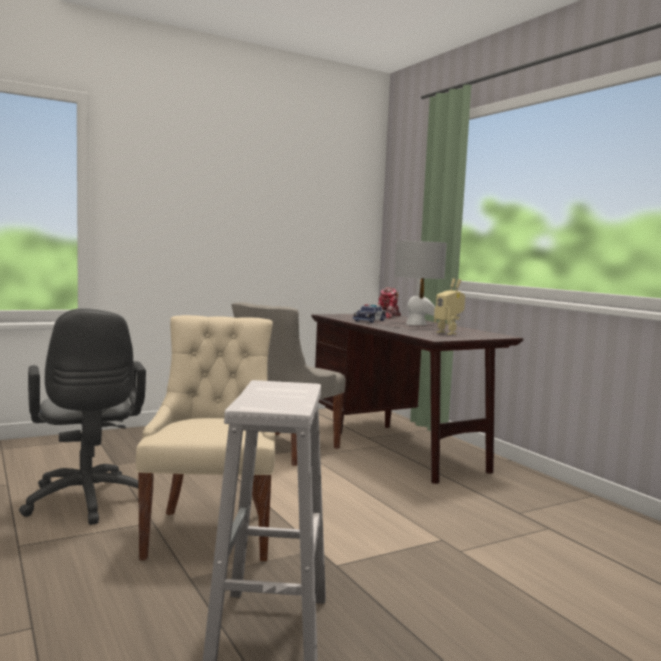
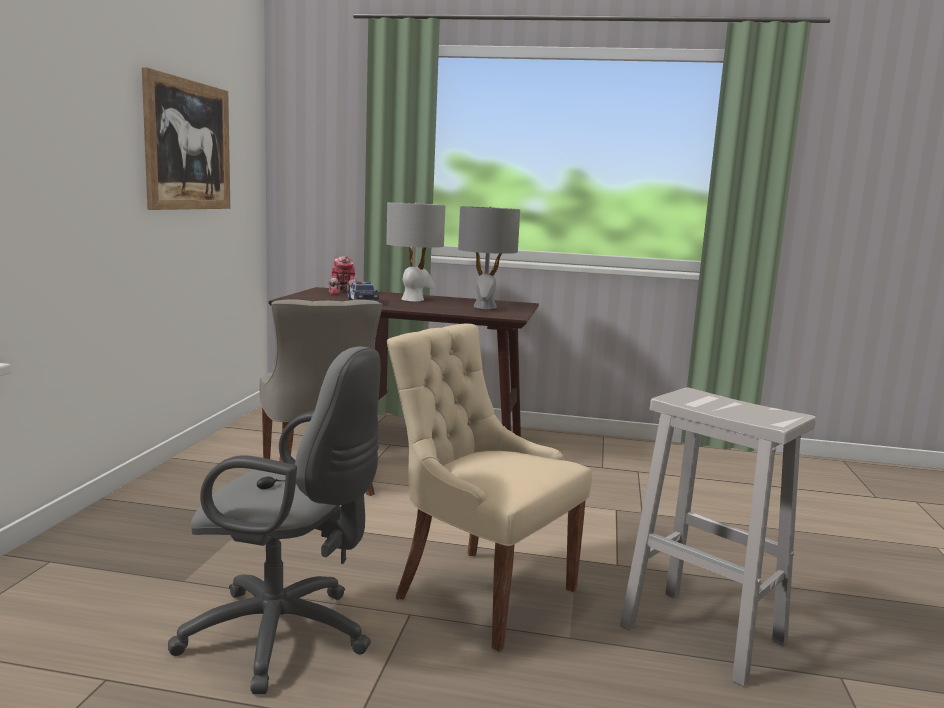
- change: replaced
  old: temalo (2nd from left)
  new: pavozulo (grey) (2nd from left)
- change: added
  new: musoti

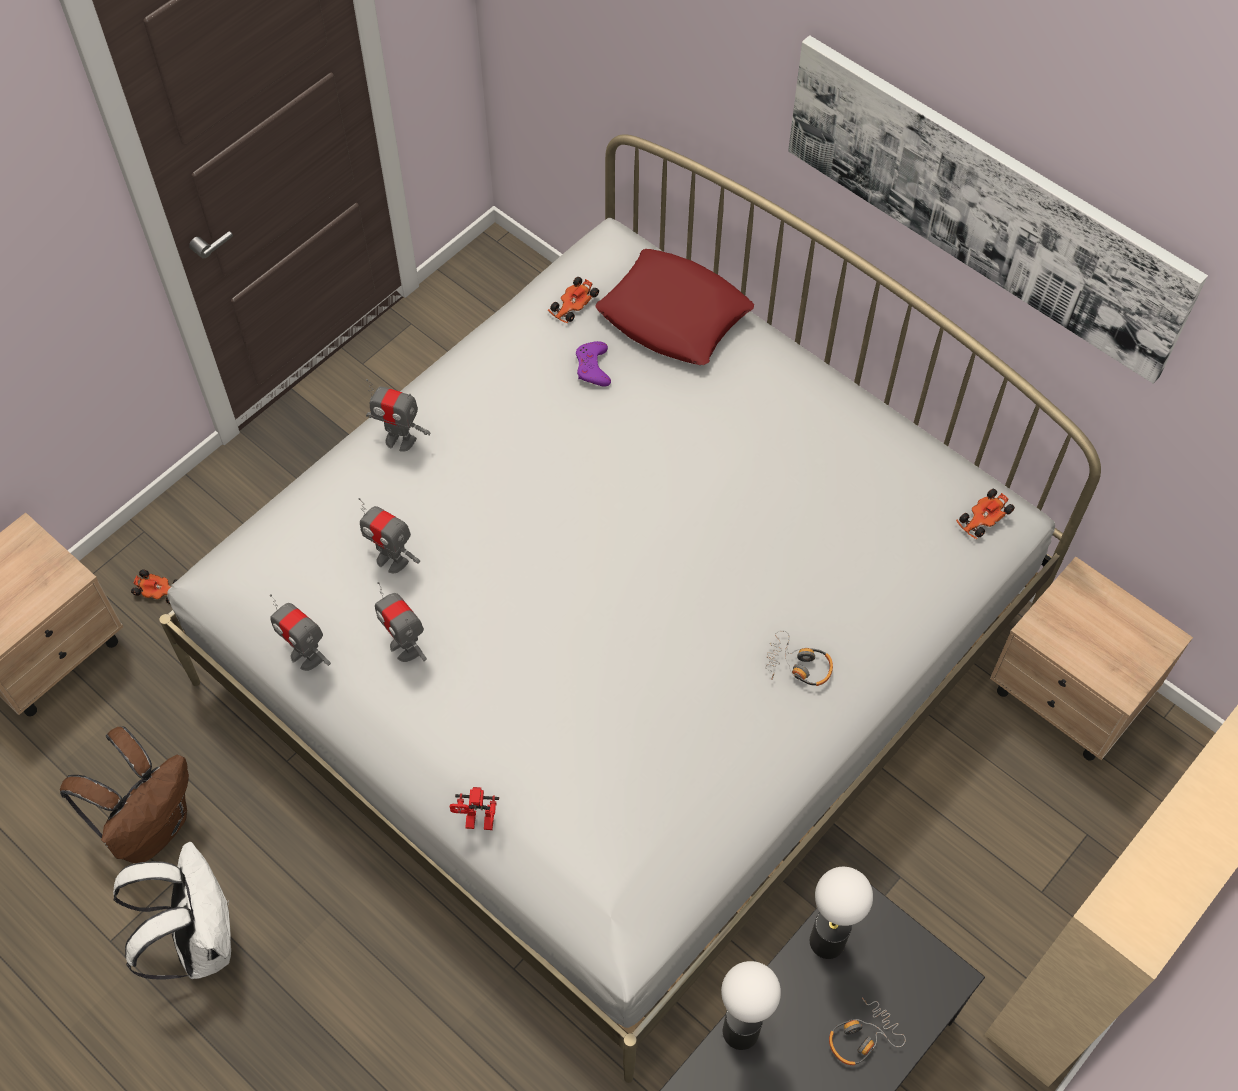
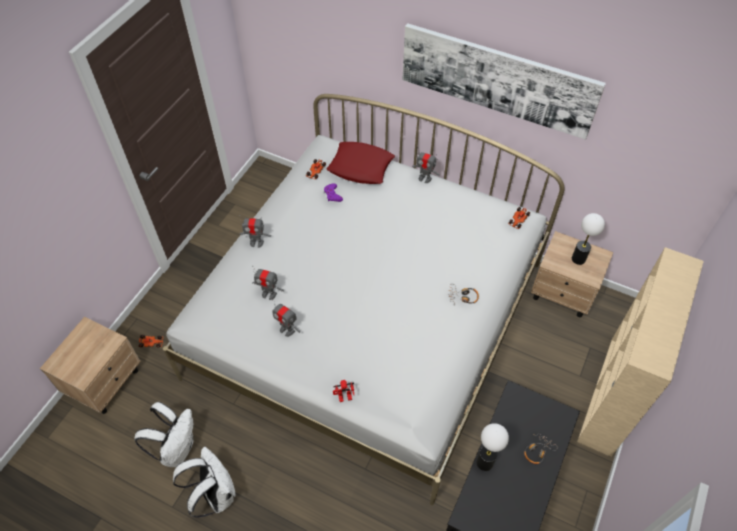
- change: recoloured
  old: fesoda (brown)
  new: fesoda (white) (1st from left)
- change: moved
  old: temalo (1st from left in the first image)
  new: temalo (5th from left)
- change: moved
  old: pavozulo (2nd from left)

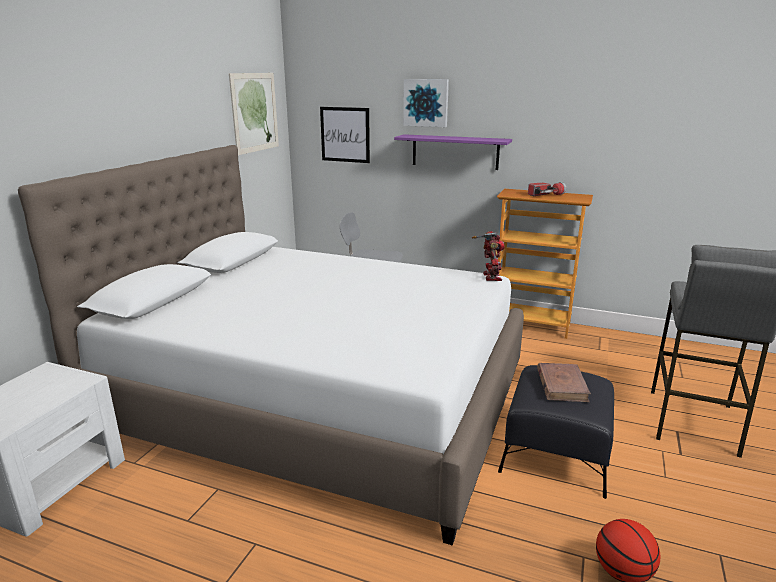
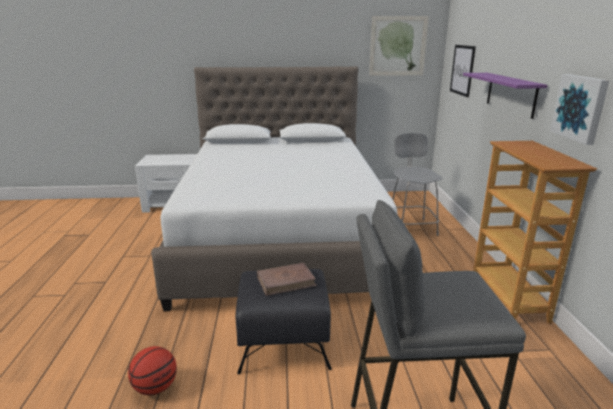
- change: moved
  old: musoti (3rd from left)
- change: removed
  old: temalo
- change: removed
  old: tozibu

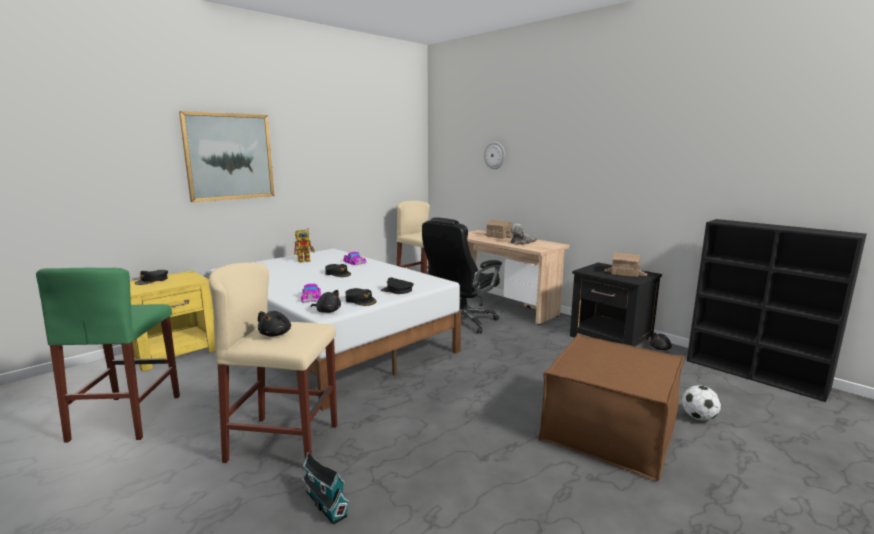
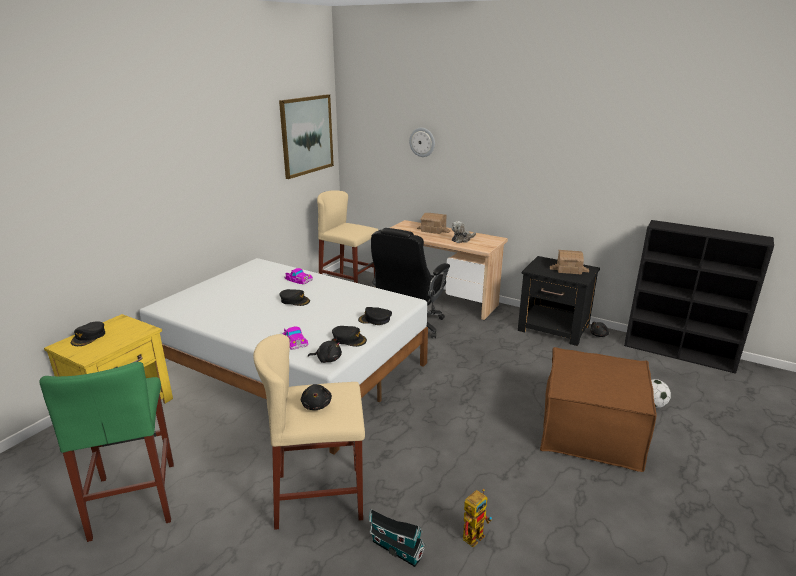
- change: moved
  old: musoti
- change: moved
  old: temalo

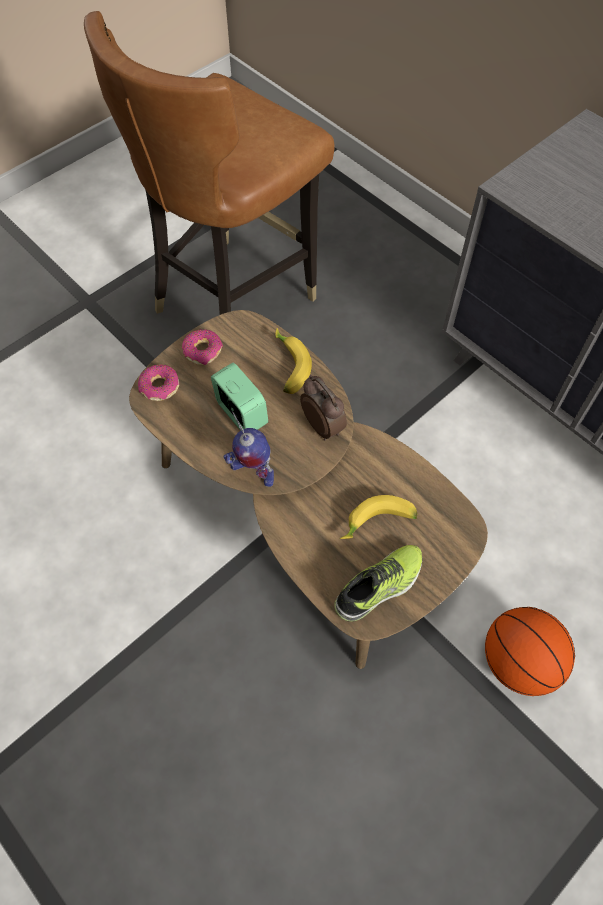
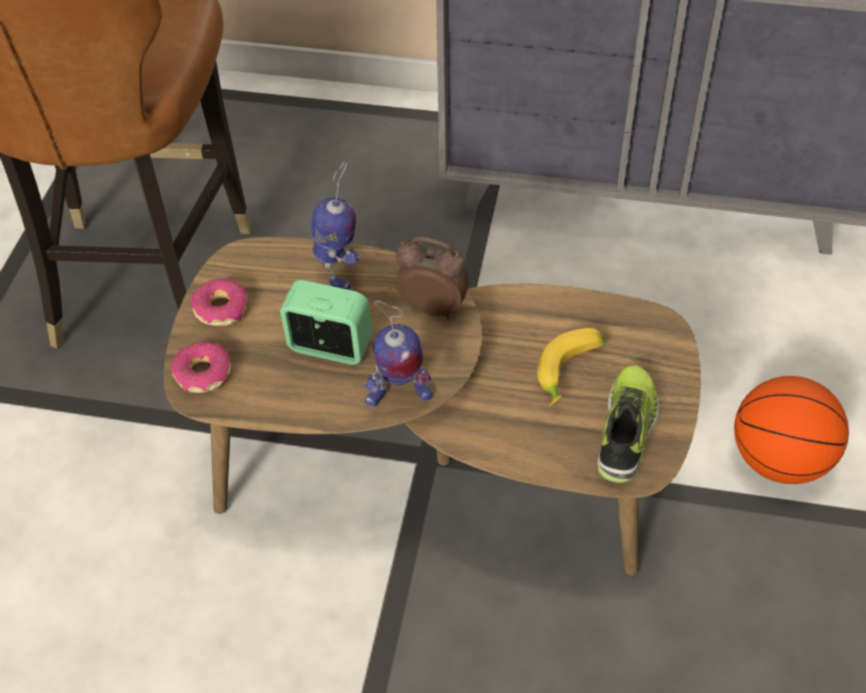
- change: replaced
  old: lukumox (1st from left)
  new: temalo (1st from left)

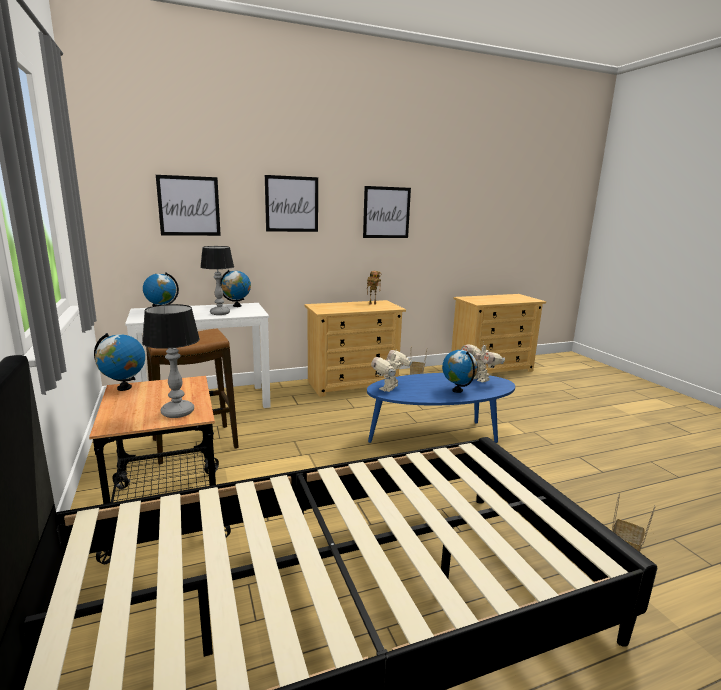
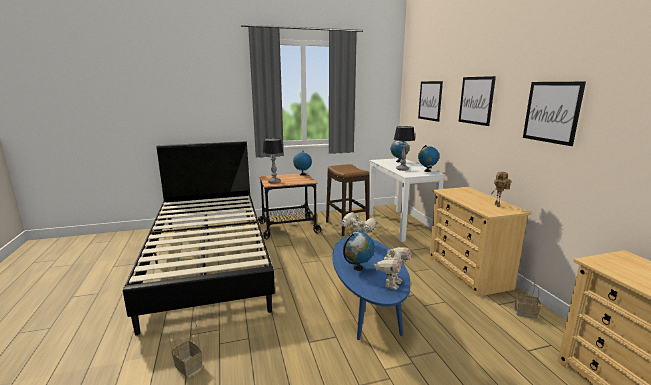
- change: turned
  old: temalo (3rd from left in the first image)
  degrees: 150

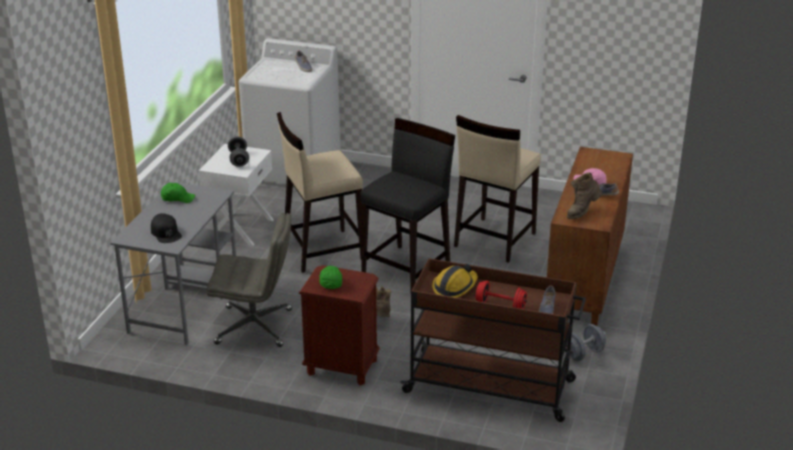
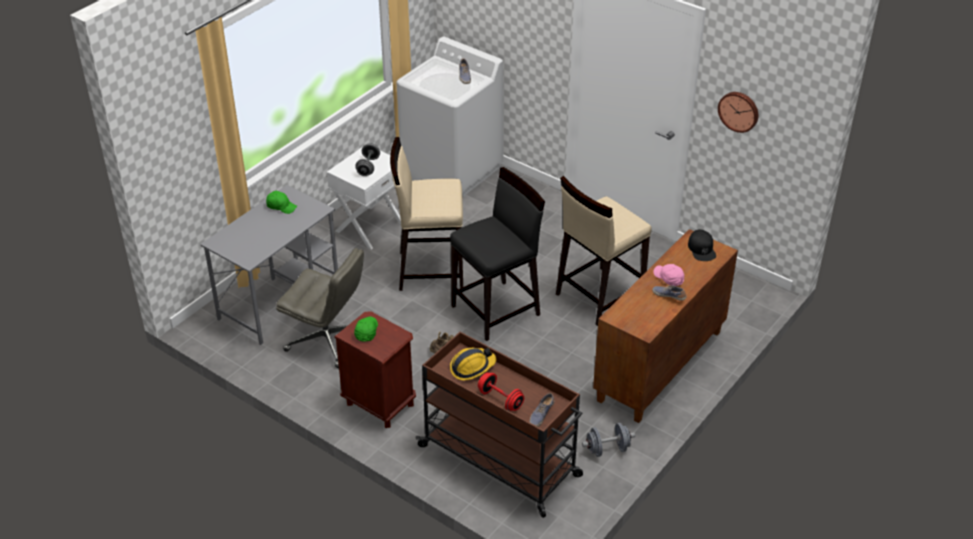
- change: moved
  old: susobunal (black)
- change: removed
  old: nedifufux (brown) (2nd from left)
- change: added
  new: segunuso

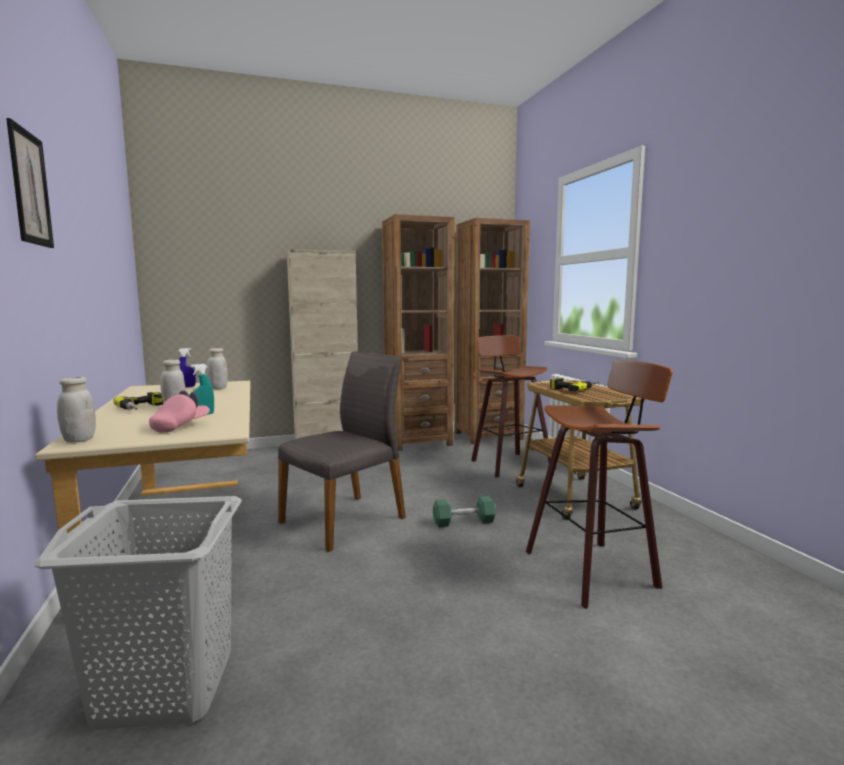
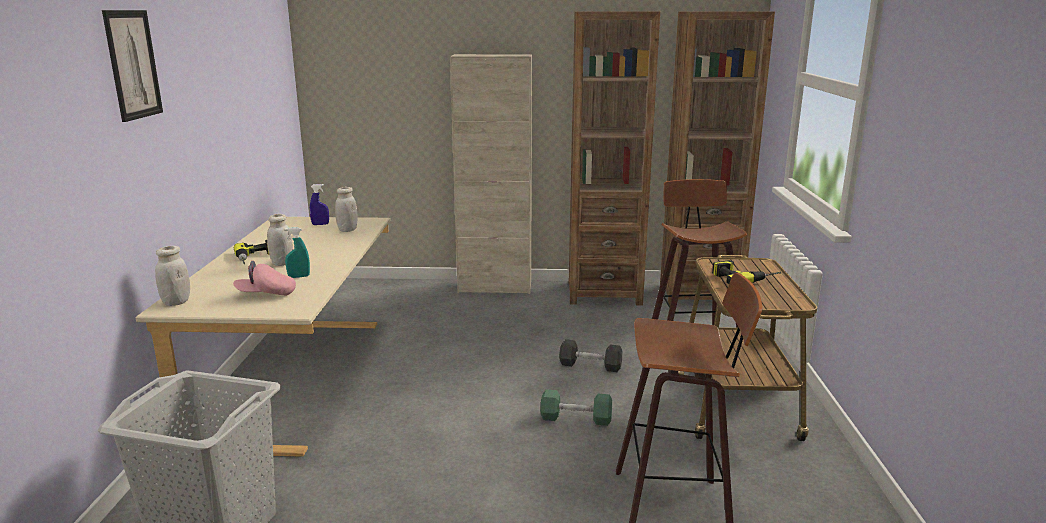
- change: turned
  old: susobunal (pink)
  degrees: -150
- change: removed
  old: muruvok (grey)
- change: added
  new: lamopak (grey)

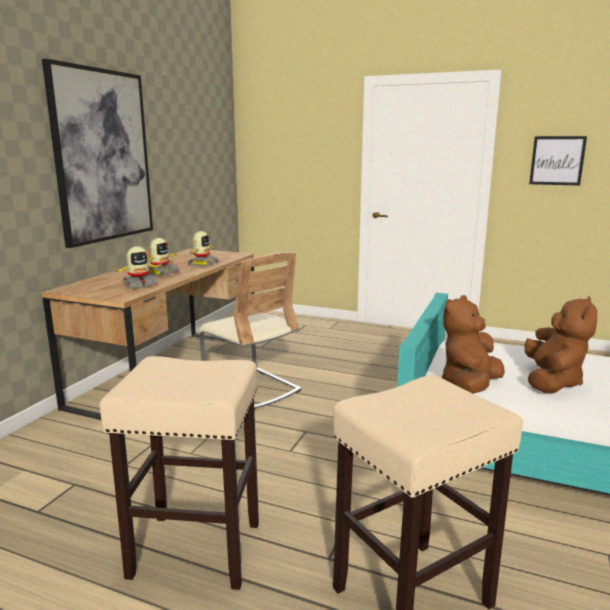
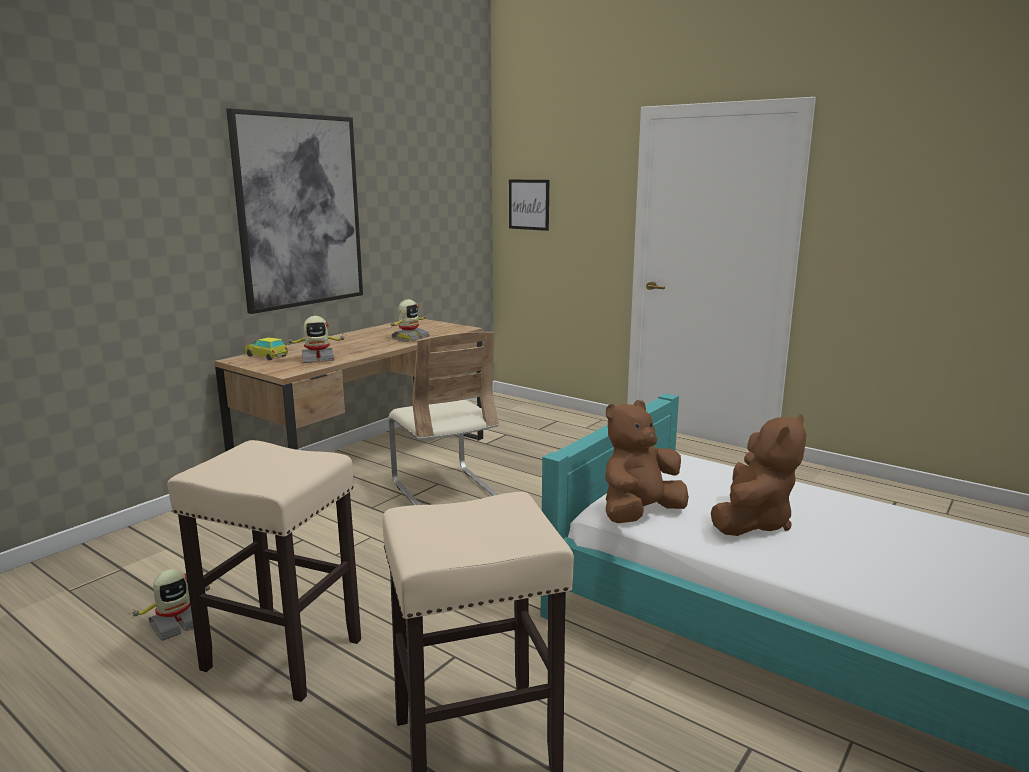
- change: moved
  old: temalo (2nd from left in the first image)
  new: temalo (1st from left)
- change: moved
  old: musoti (2nd from left)
- change: added
  new: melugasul

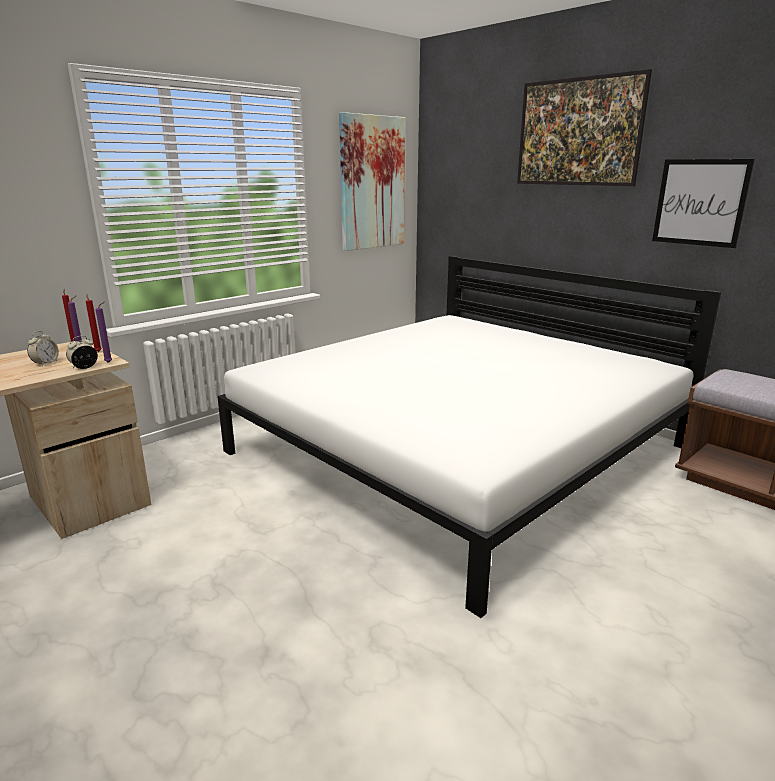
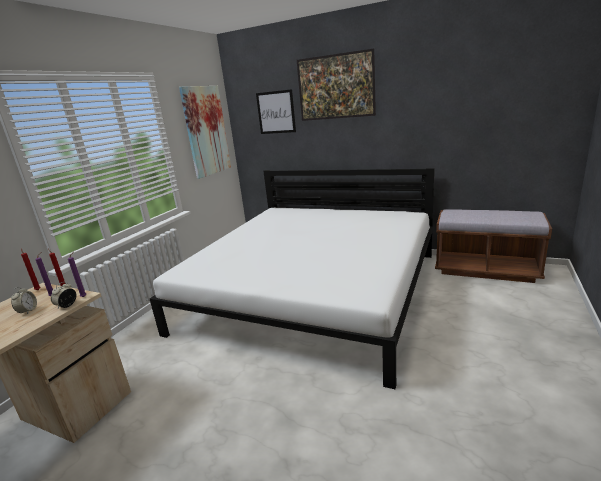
- change: moved
  old: musoti (3rd from left in the first image)
  new: musoti (2nd from left)

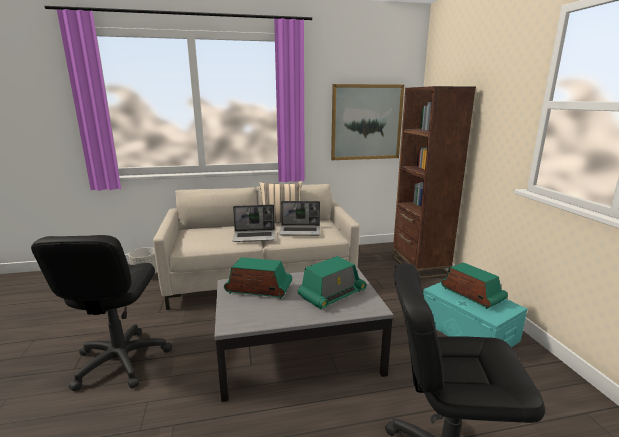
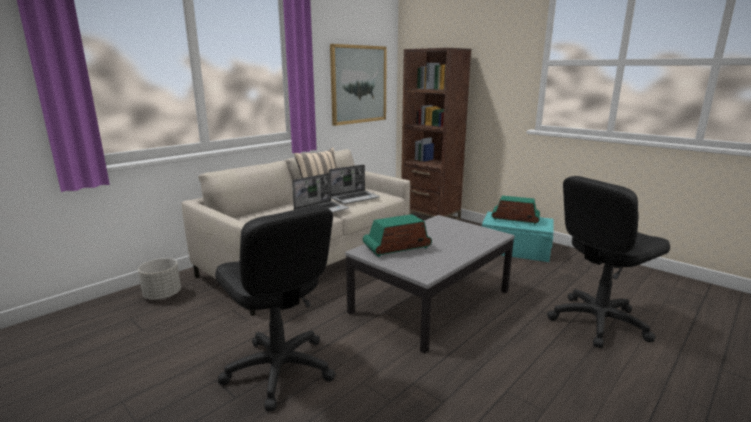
- change: removed
  old: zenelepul (2nd from left)

